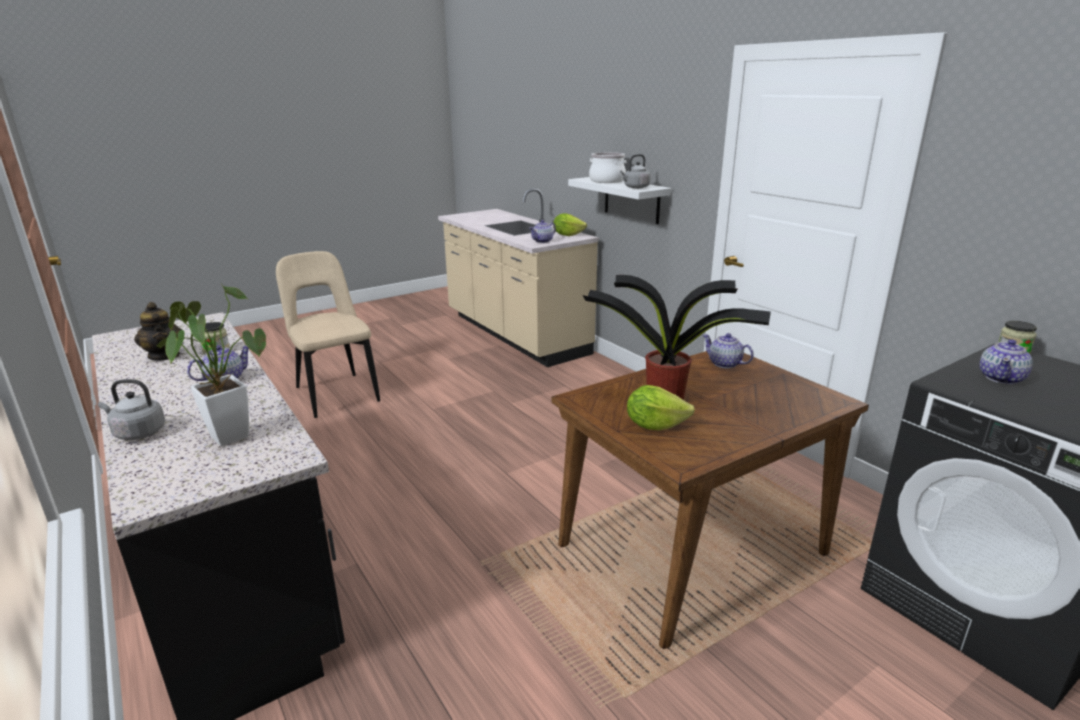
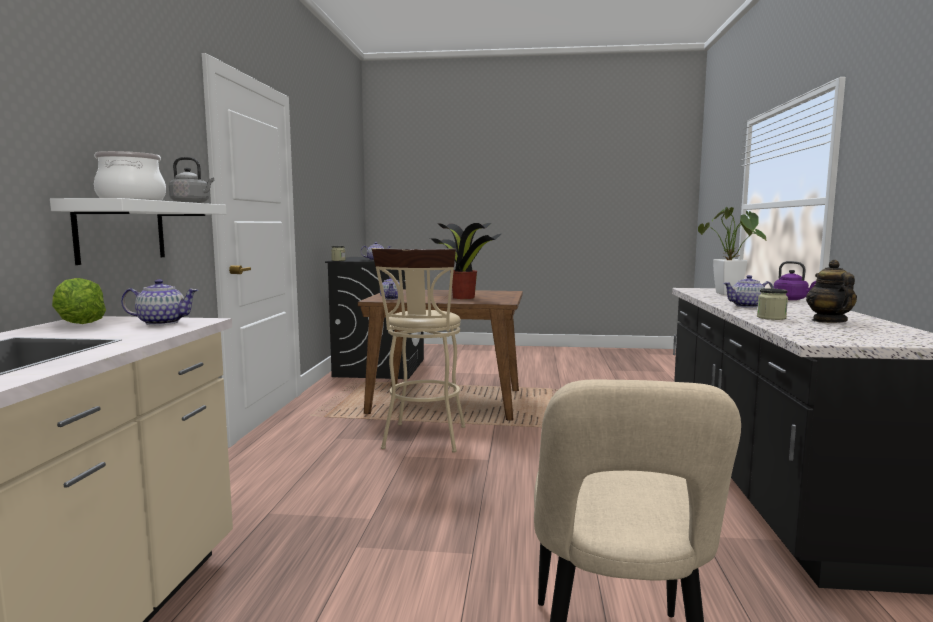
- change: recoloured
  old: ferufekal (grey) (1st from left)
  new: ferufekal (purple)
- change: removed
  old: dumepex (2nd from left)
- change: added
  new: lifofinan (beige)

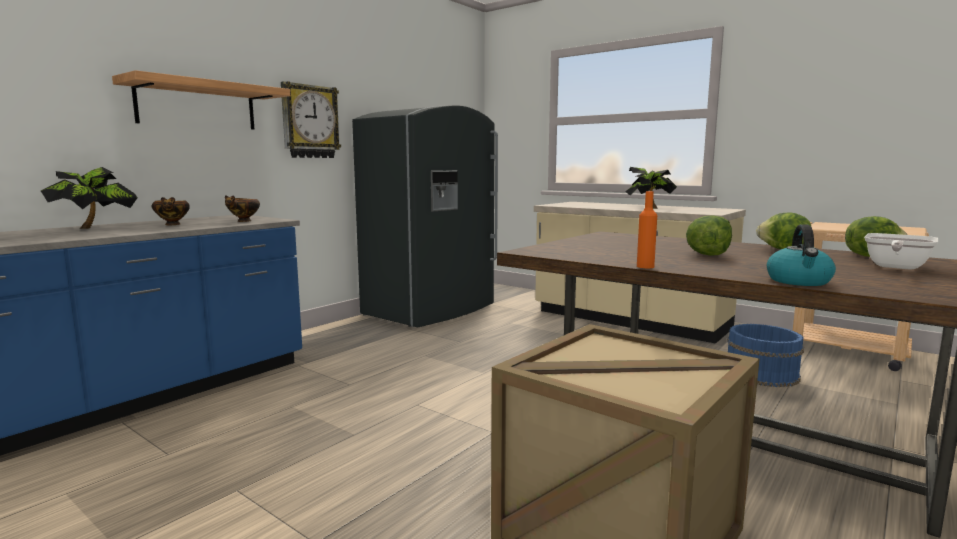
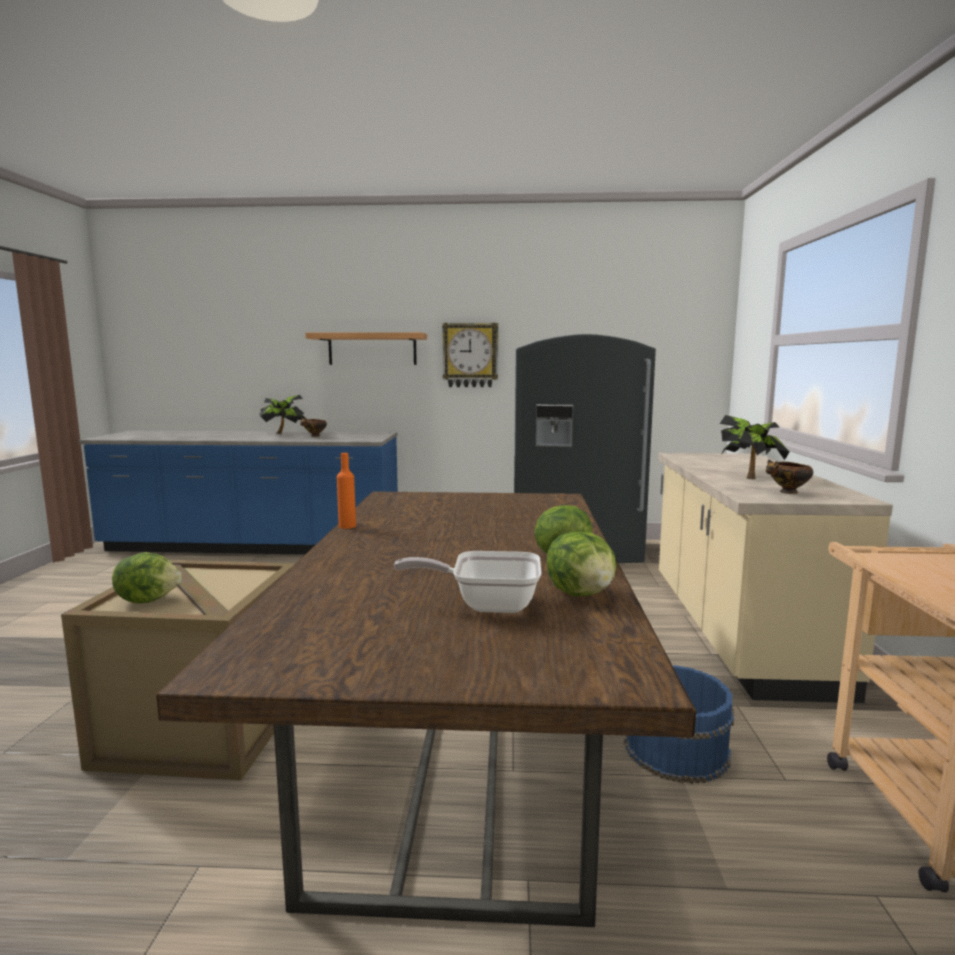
- change: moved
  old: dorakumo (2nd from left)
- change: moved
  old: dumepex (1st from left)
- change: removed
  old: ferufekal

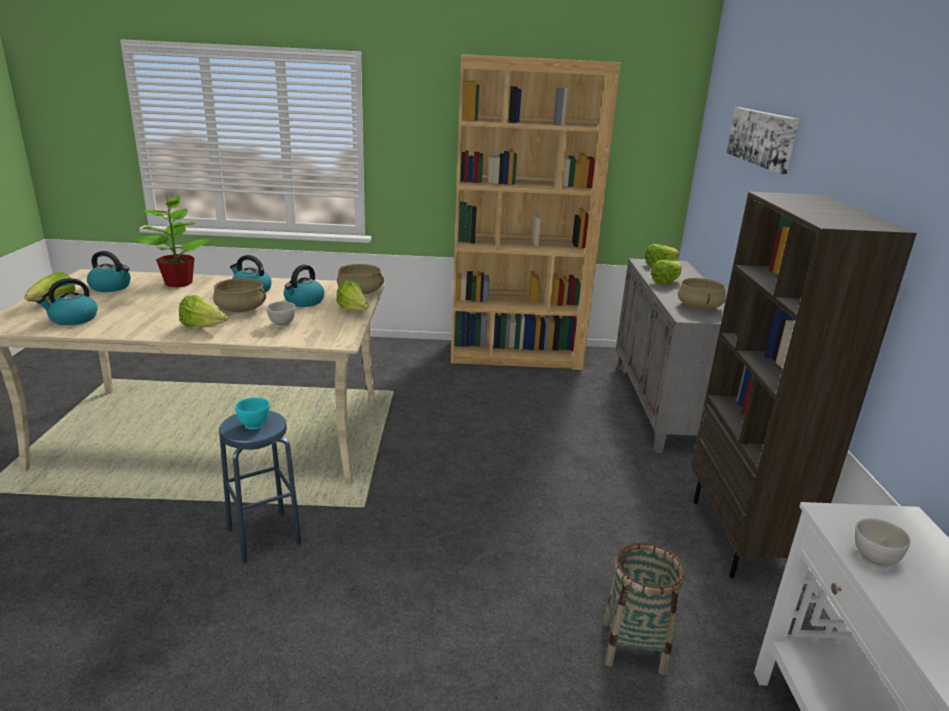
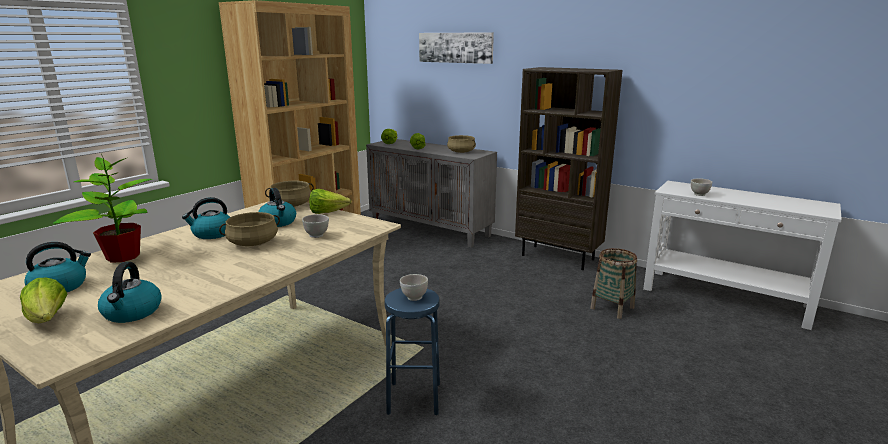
- change: removed
  old: dumepex (2nd from left)
- change: recoloured
  old: dorakumo (turquoise)
  new: dorakumo (white) (2nd from left)

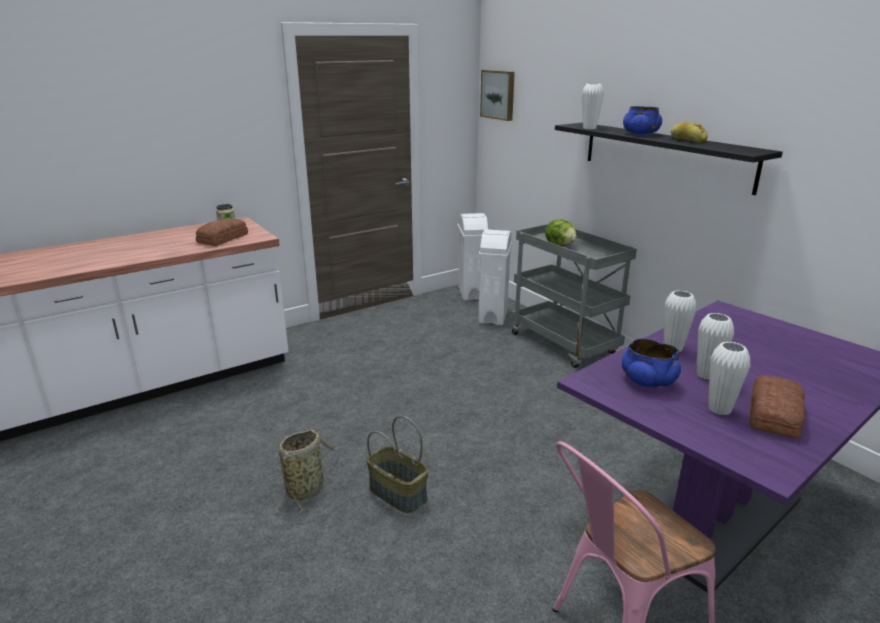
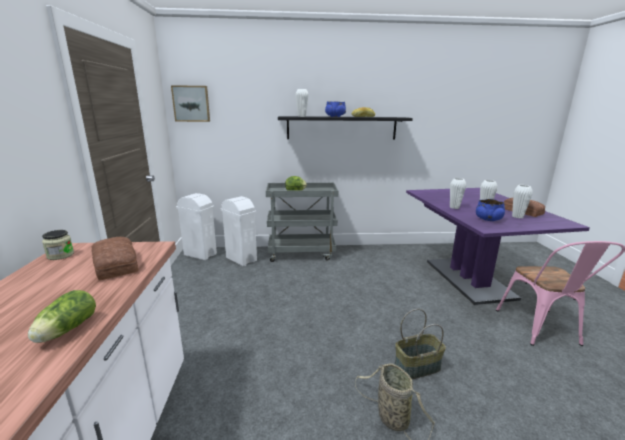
- change: added
  new: dumepex (1st from left)

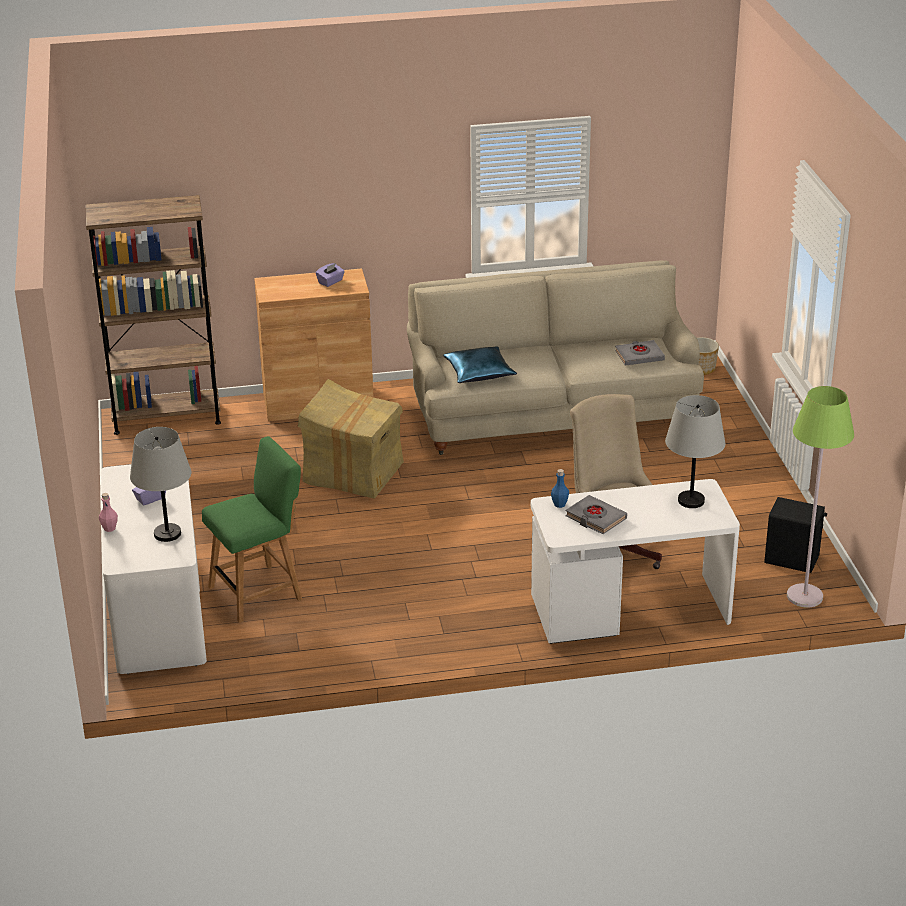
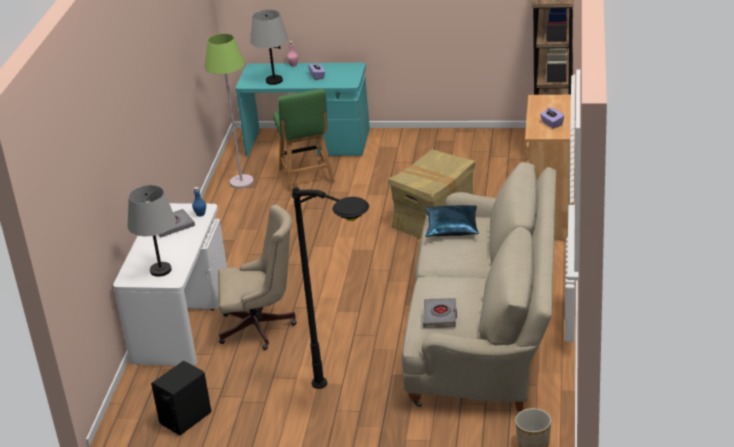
- change: recoloured
  old: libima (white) (1st from left)
  new: libima (turquoise)
- change: moved
  old: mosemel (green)
- change: added
  new: mosemel (black)

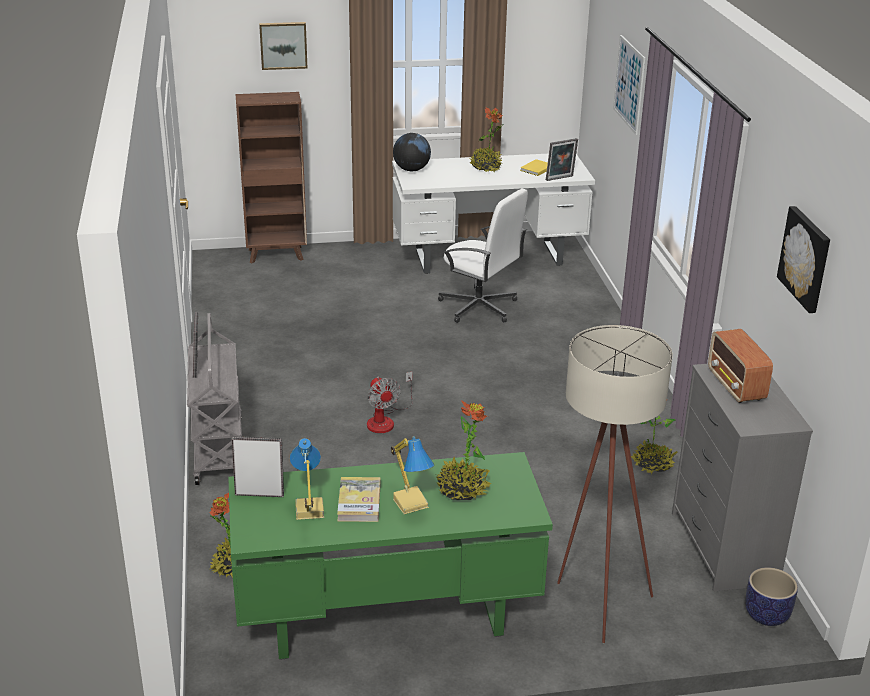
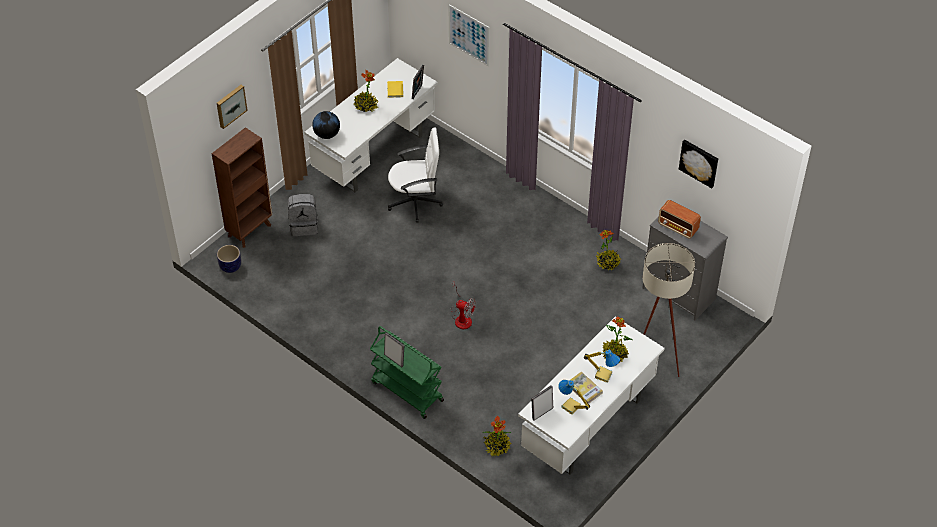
- change: recoloured
  old: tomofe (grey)
  new: tomofe (green)
- change: recoloured
  old: libima (green)
  new: libima (white) (2nd from left)
- change: moved
  old: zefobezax
- change: added
  new: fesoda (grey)

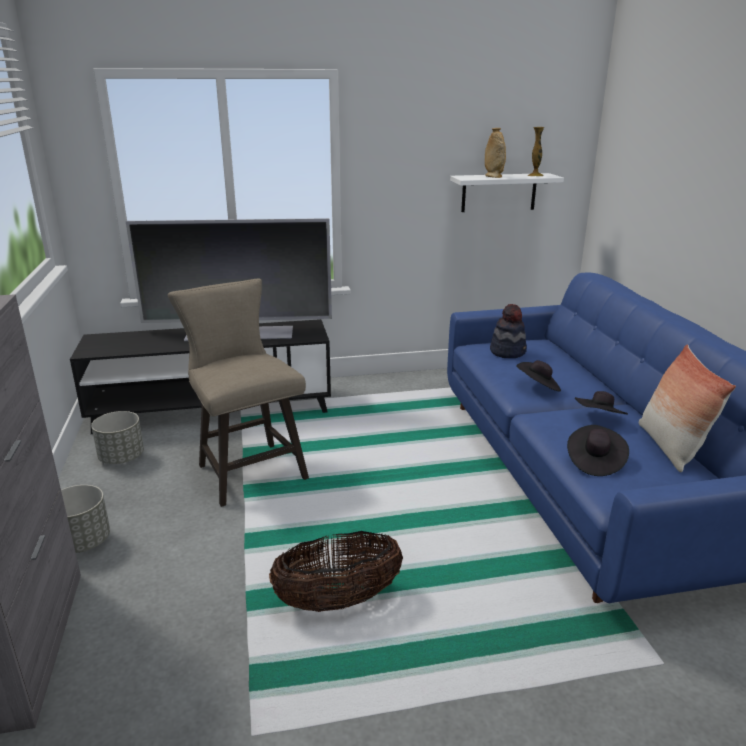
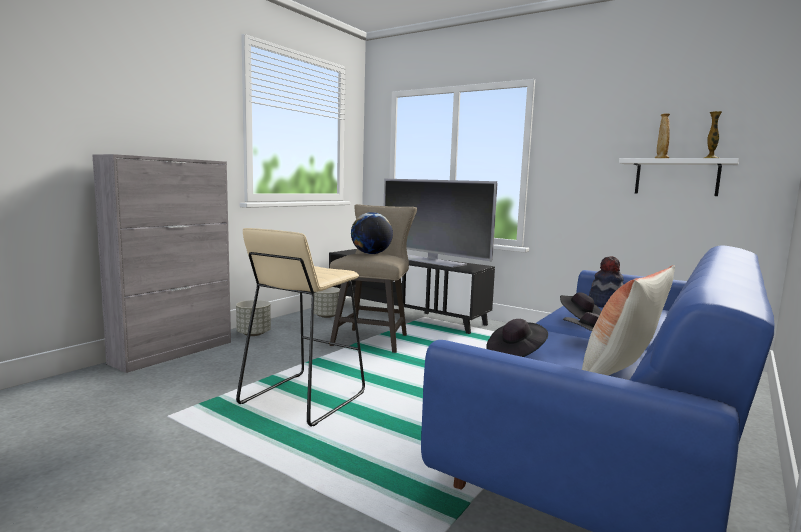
- change: replaced
  old: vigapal
  new: lifofinan (beige) (1st from left)
- change: added
  new: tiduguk

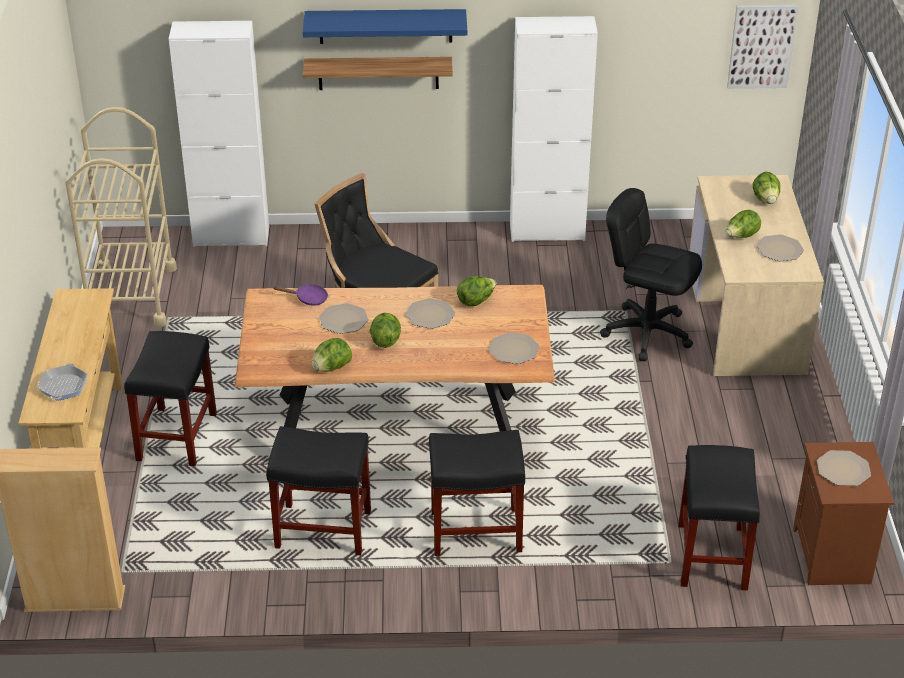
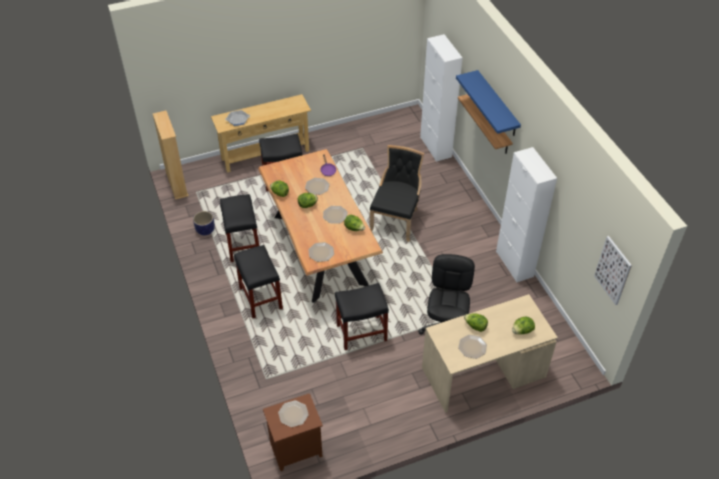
- change: removed
  old: tomofe (beige)
- change: moved
  old: lifofinan (black) (4th from left)
- change: added
  new: zefobezax

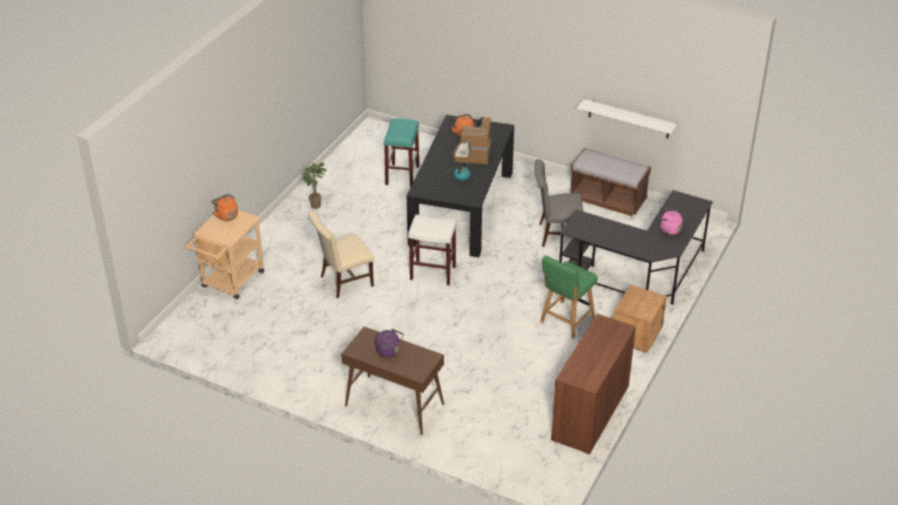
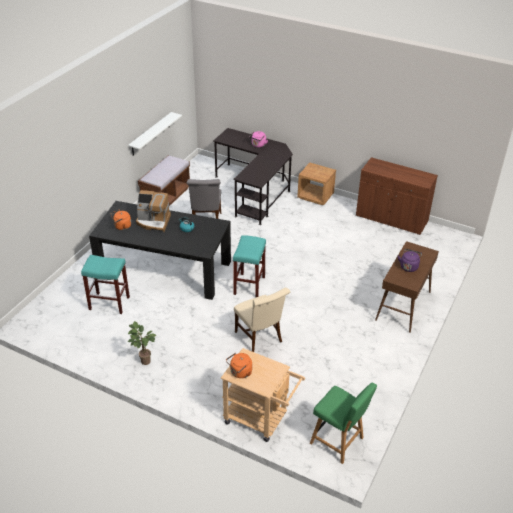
- change: recoloured
  old: lifofinan (white)
  new: lifofinan (turquoise) (2nd from left)
- change: moved
  old: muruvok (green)

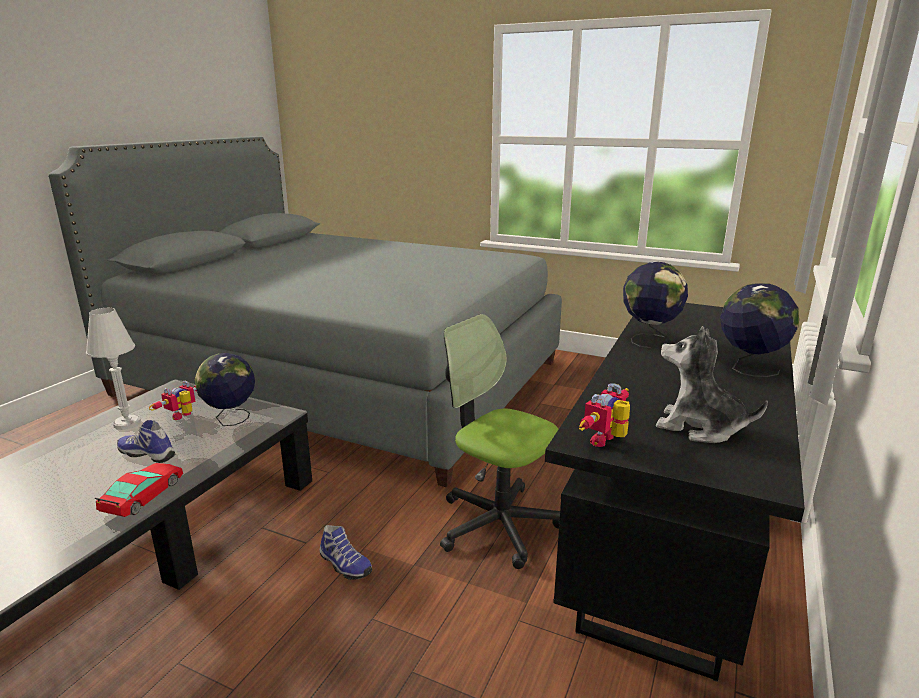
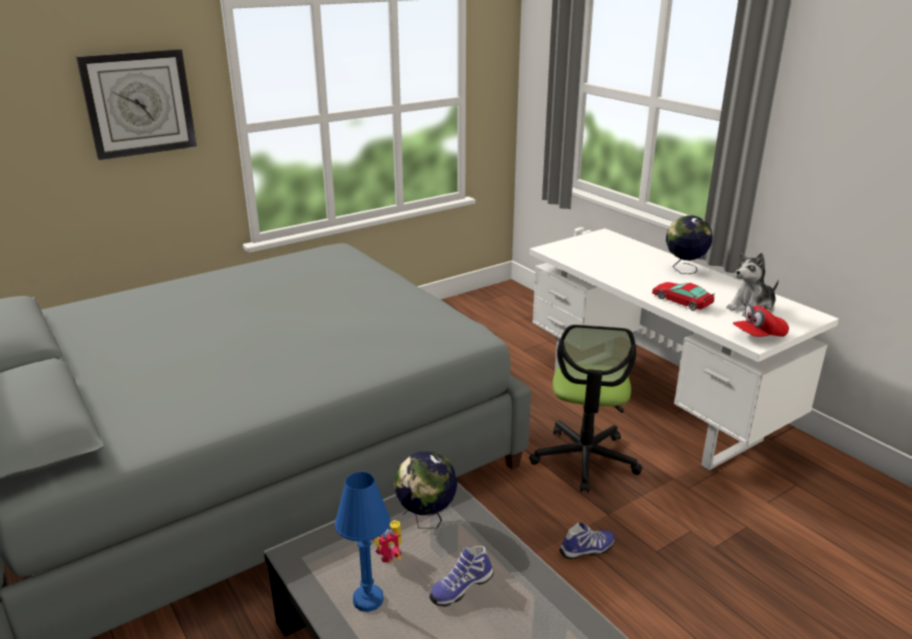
- change: recoloured
  old: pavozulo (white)
  new: pavozulo (blue)
- change: moved
  old: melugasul
- change: turned
  old: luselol
  degrees: -60
- change: recoloured
  old: libima (black)
  new: libima (white)
- change: replaced
  old: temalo (2nd from left)
  new: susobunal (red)
- change: removed
  old: tiduguk (2nd from left)
- change: added
  new: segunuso

